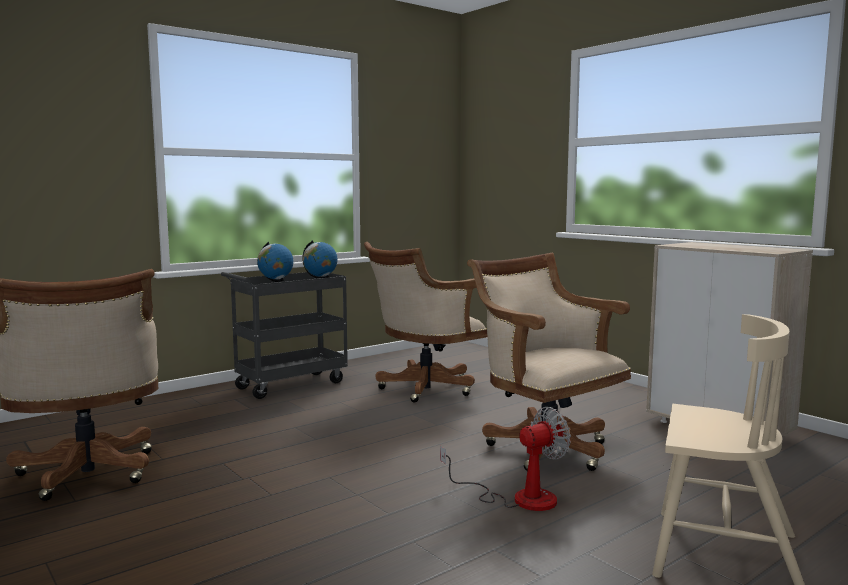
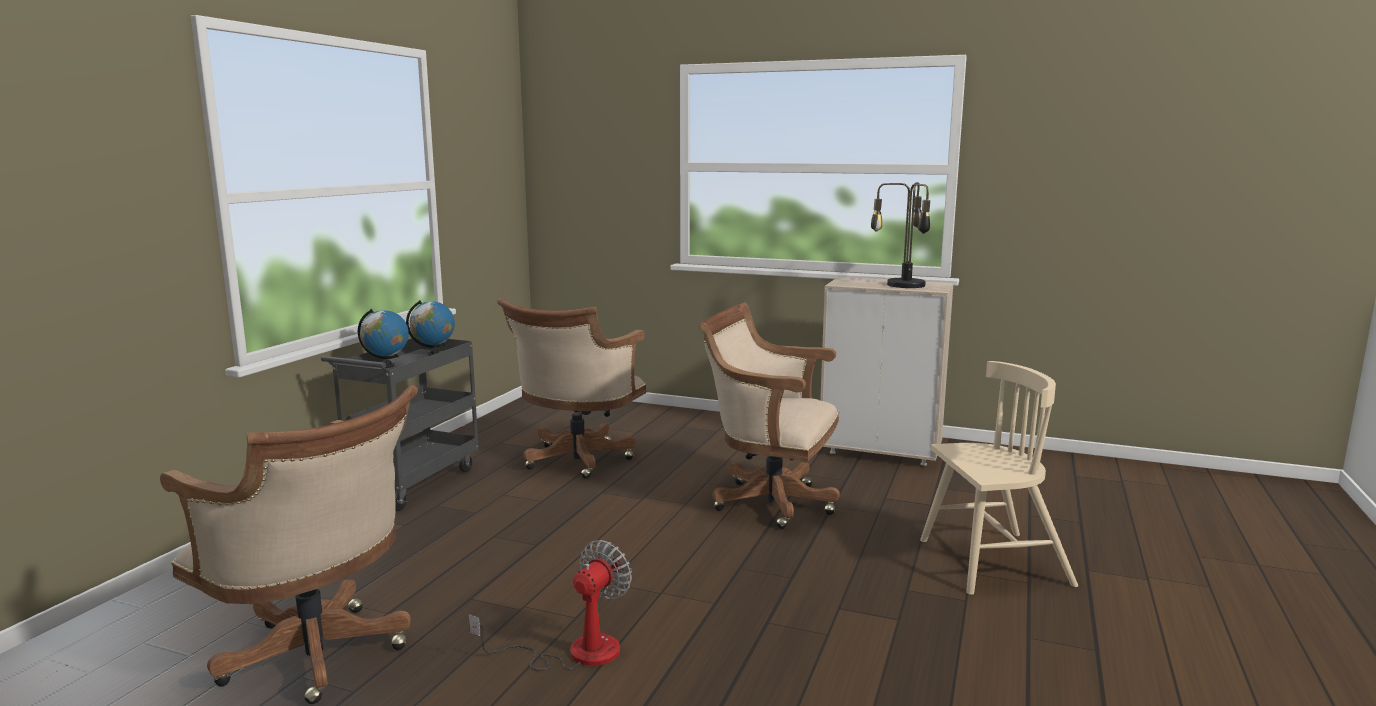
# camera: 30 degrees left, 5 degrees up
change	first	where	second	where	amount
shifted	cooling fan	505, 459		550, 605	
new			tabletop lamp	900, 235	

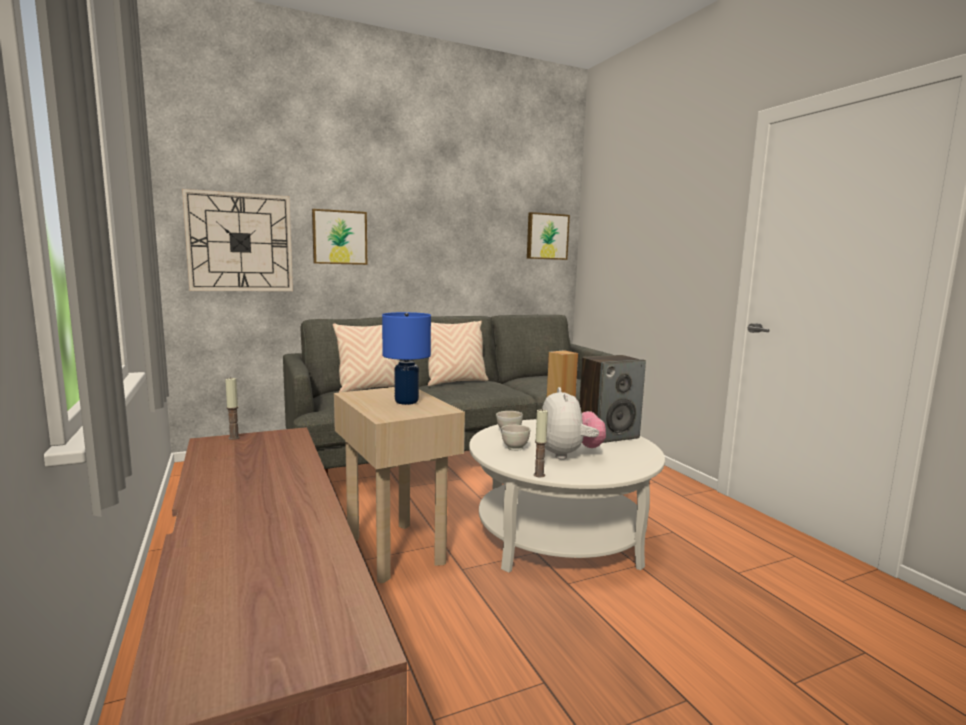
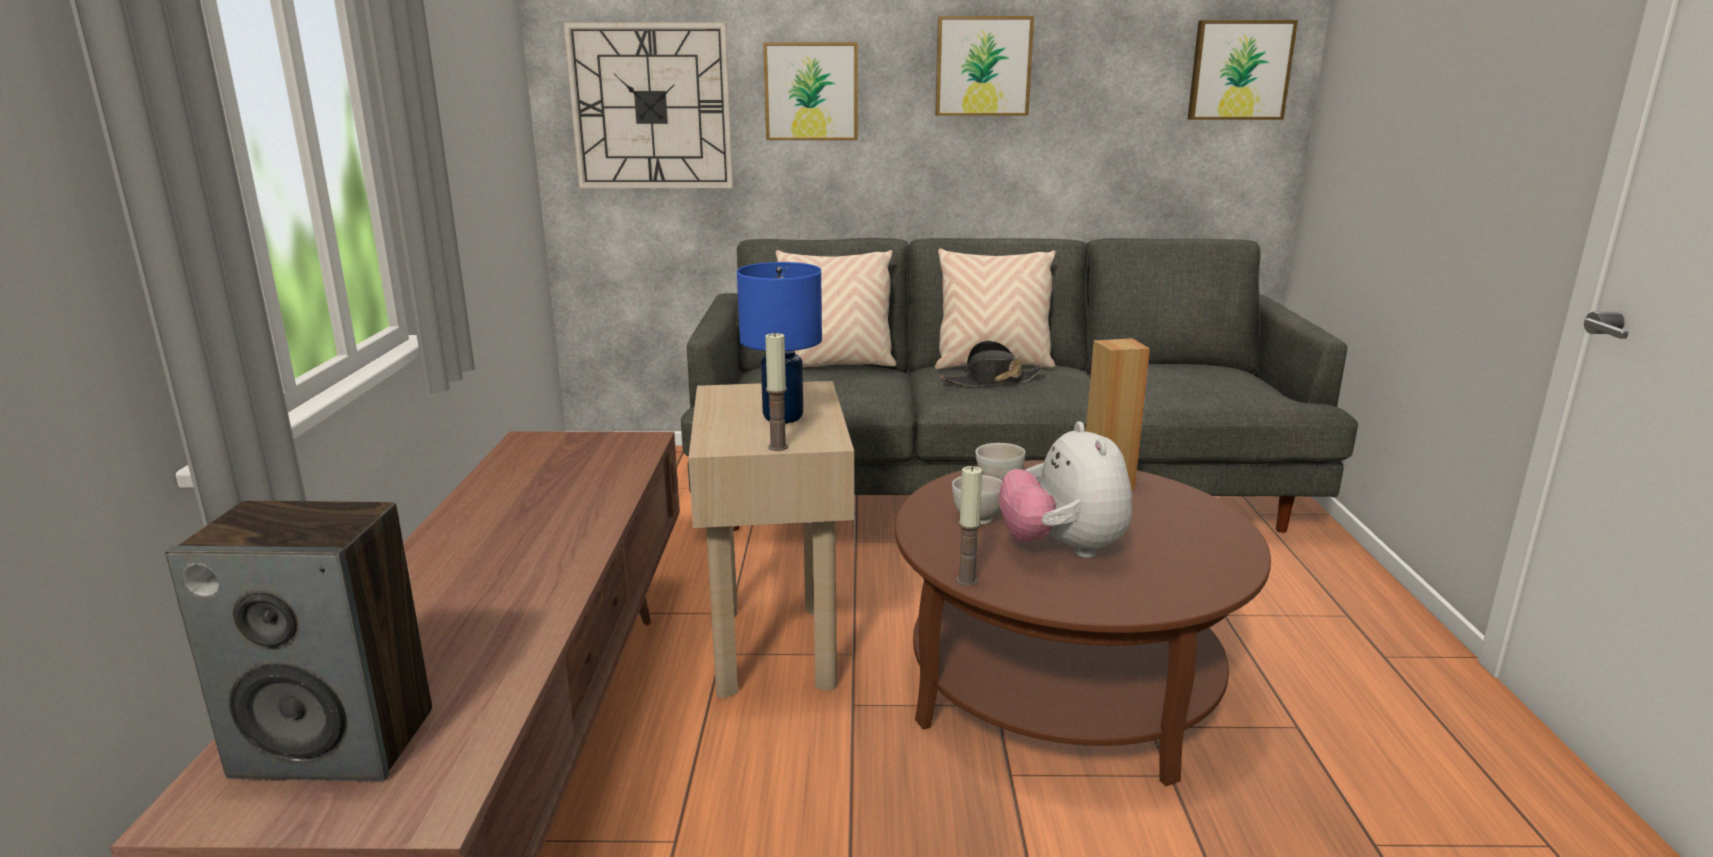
# camera: 25 degrees right, 10 degrees up
change	first	where	second	where	amount
shifted	audio speaker	612, 399		298, 641	
shifted	candle	232, 408		776, 391	
rotated	soft toy	574, 423		1065, 489	150 degrees clockwise
repainted	coffee table in white-coloured	567, 496	coffee table in brown	1083, 623	
new			wall art	984, 66	
new			clothing hat in black	993, 364	

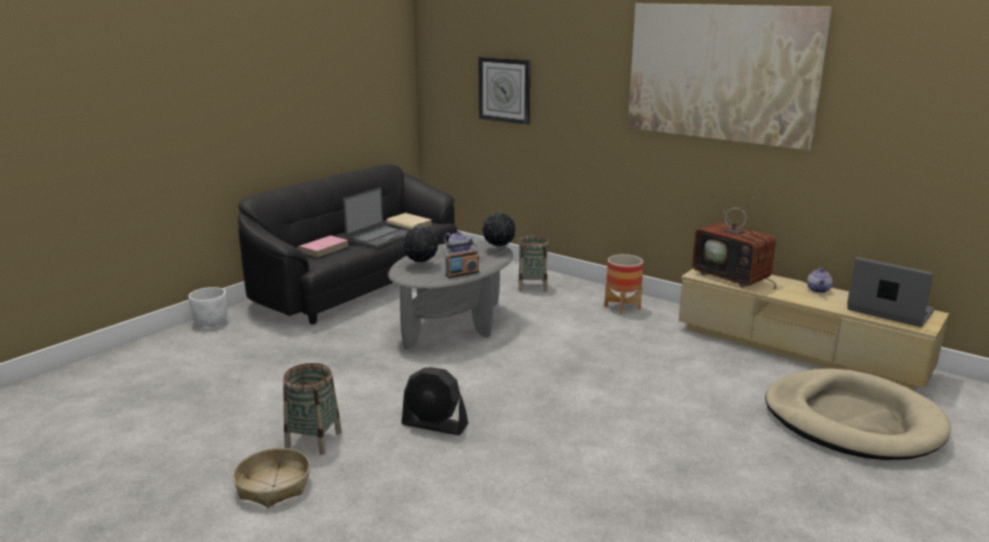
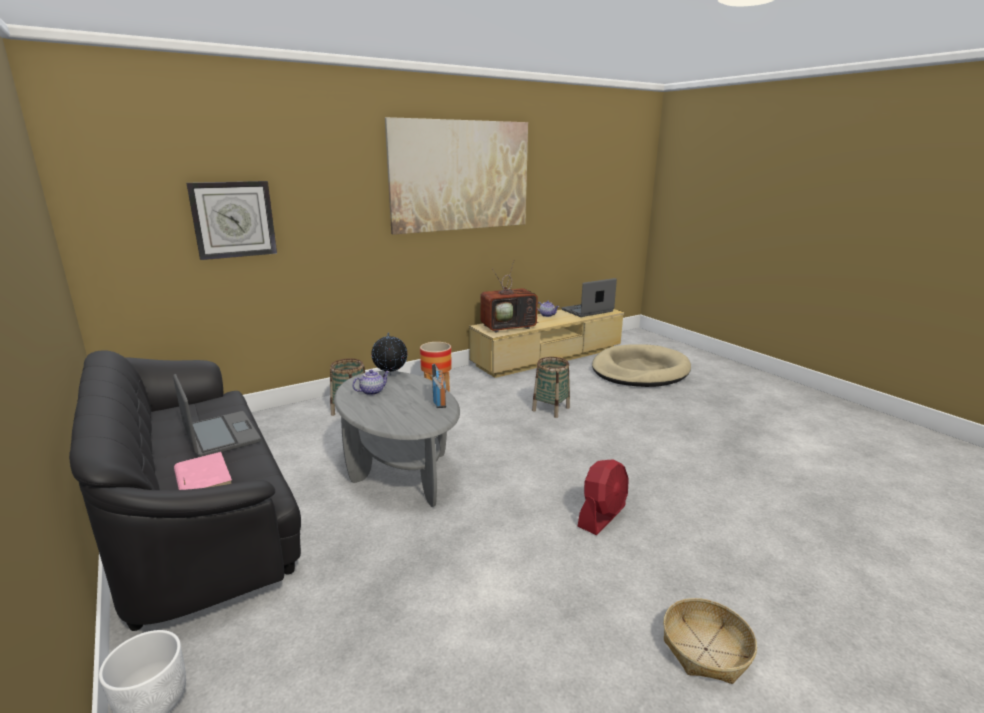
# camera: 70 degrees left, 0 degrees up
change	first	where	second	where	amount
gone	book in sand-coloured	409, 221			
gone	world globe	420, 244			
shifted	storage basket	312, 409		551, 387	
repainted	cooling fan in black	434, 401	cooling fan in red-coloured	603, 497	

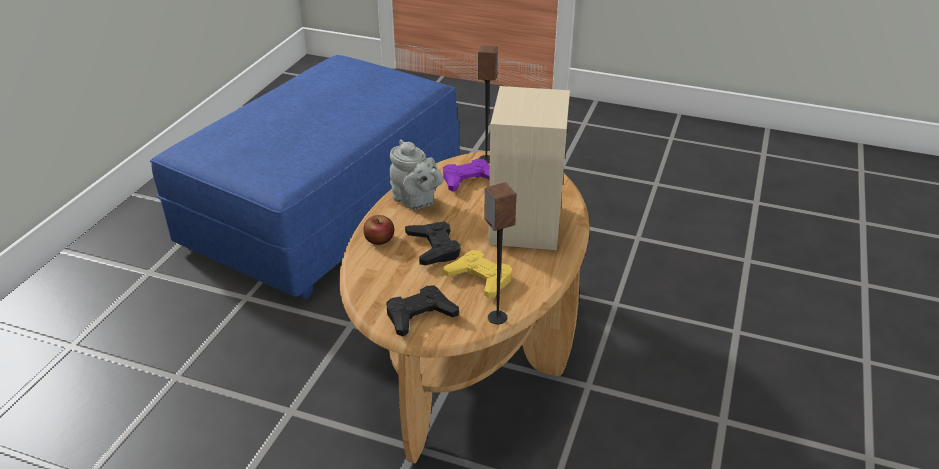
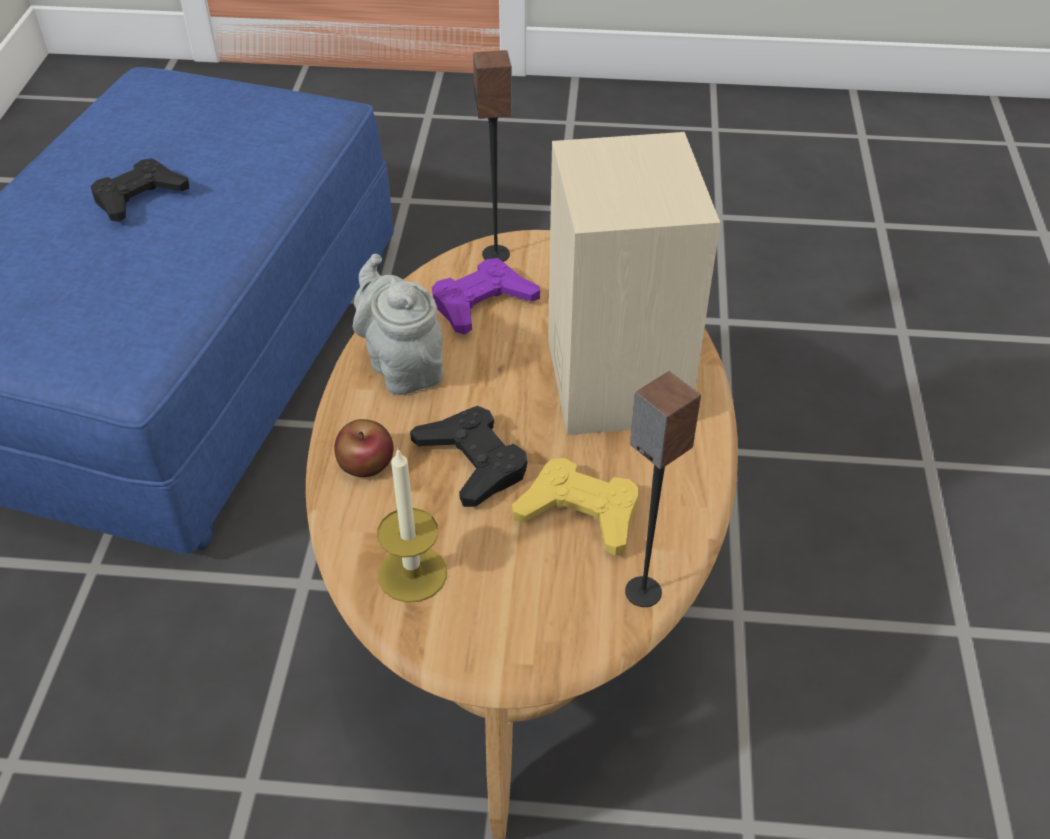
# camera: 15 degrees left, 10 degrees up
change	first	where	second	where	amount
rotated	teapot in greyish	416, 175		398, 324	150 degrees counterclockwise
shifted	joypad in black	422, 311		140, 190	
new			candle	412, 525	

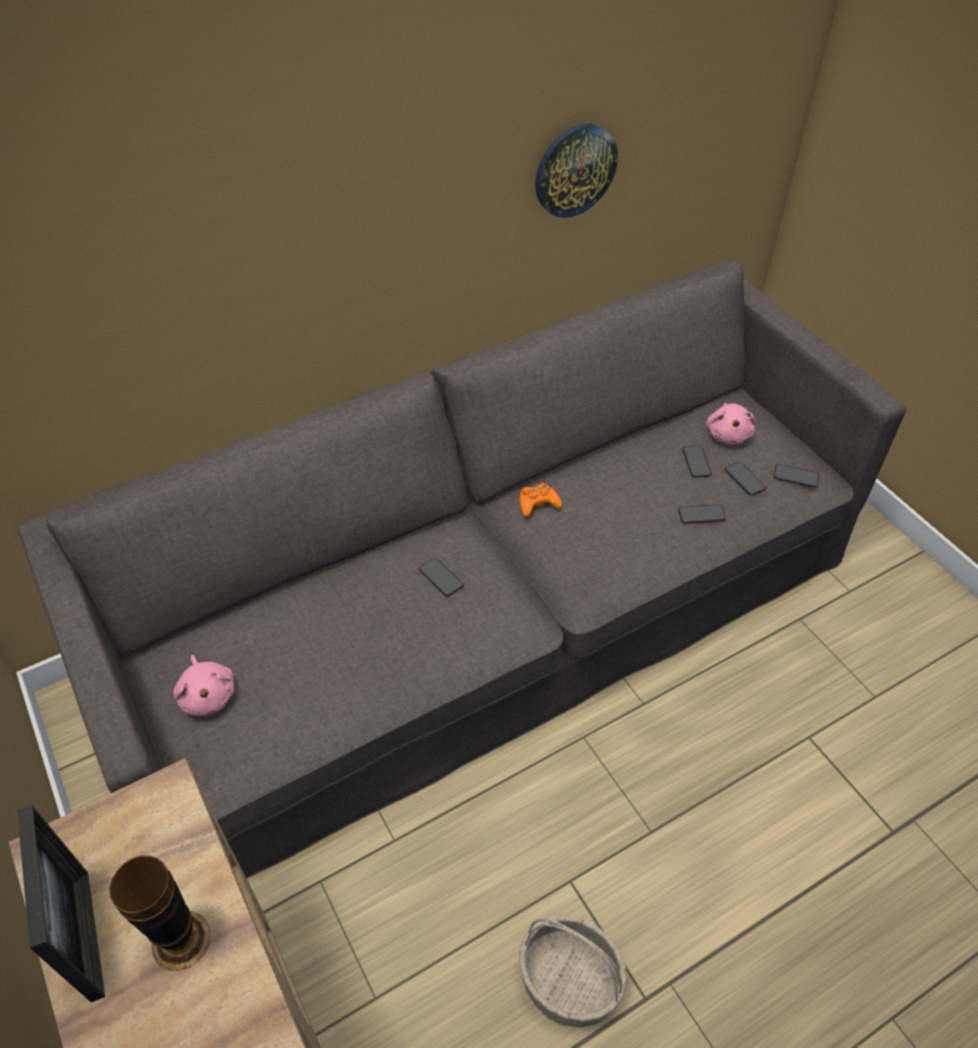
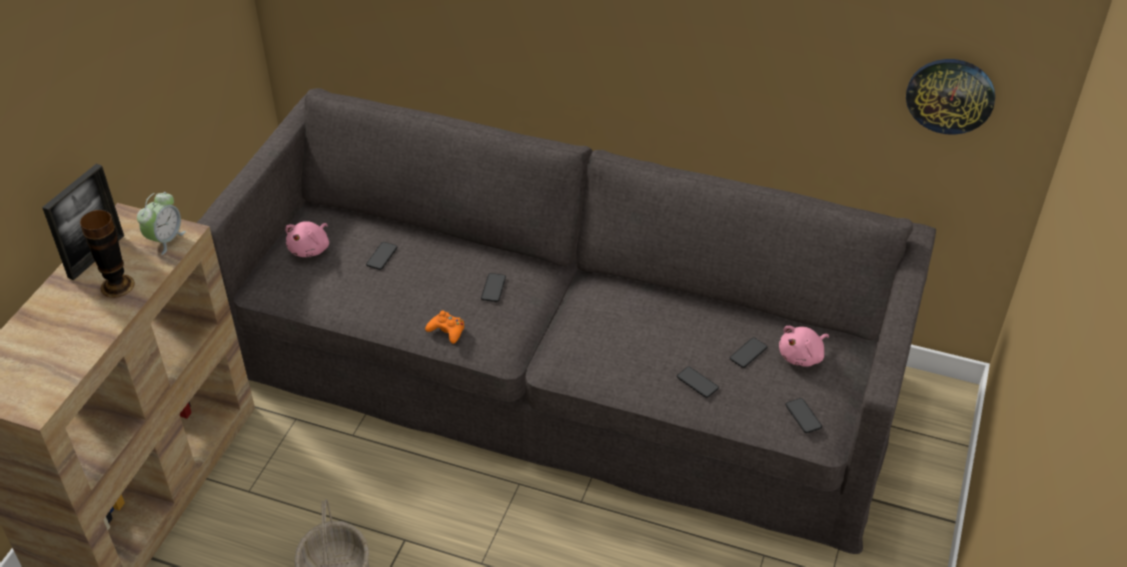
# camera: 50 degrees right, 5 degrees down
change	first	where	second	where	amount
shifted	wall clock	576, 170		950, 97	
shifted	phone	745, 479		382, 256	
shifted	joypad in orange	540, 500		444, 327	
new			alarm clock	161, 223	

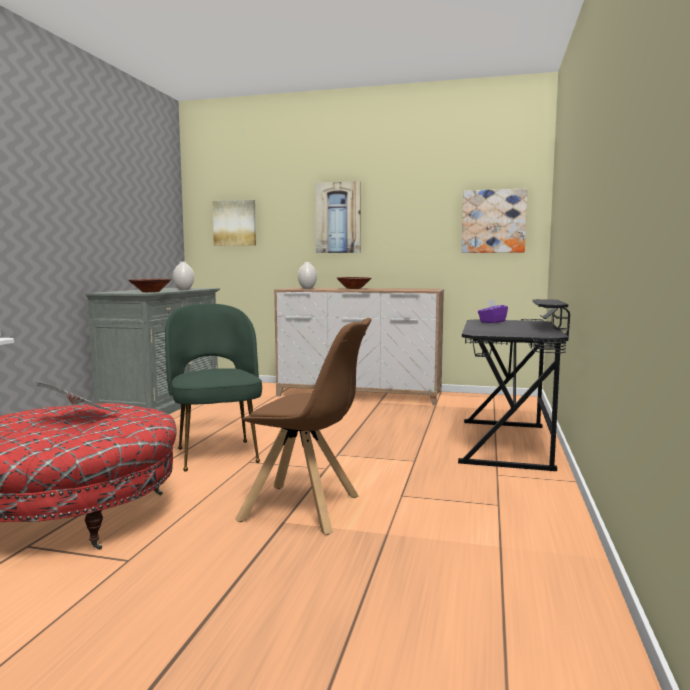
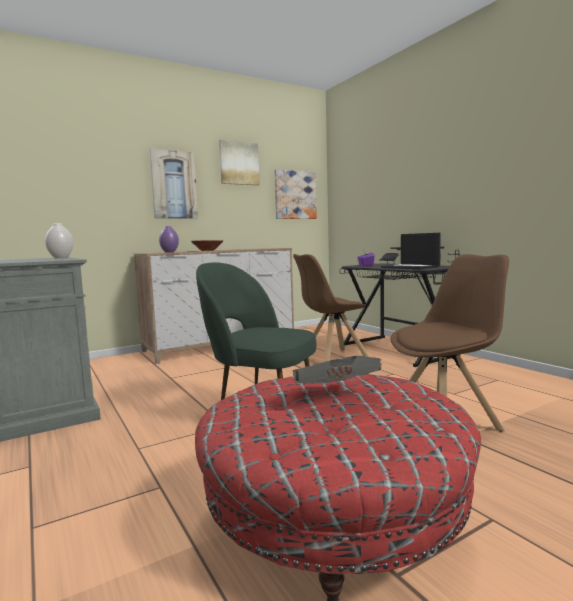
# camera: 45 degrees left, 0 degrees up
change	first	where	second	where	amount
shifted	wall art	234, 223		239, 162	
repainted	decorative vase in white-coloured	307, 275	decorative vase in purplish	169, 239	
gone	deep dish in brown	150, 285			
new			laptop	411, 251	
new			chair in brown	331, 308	

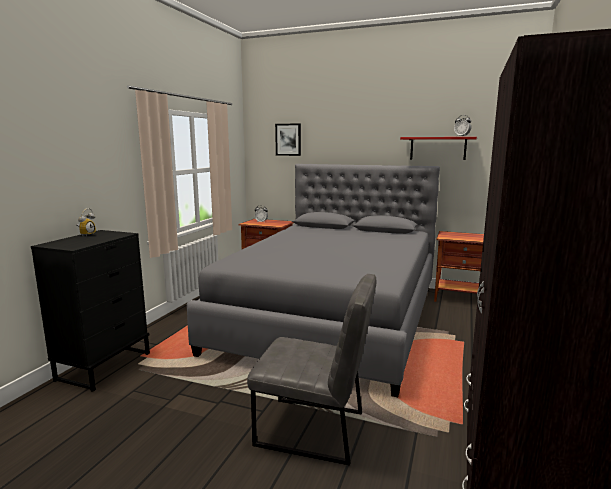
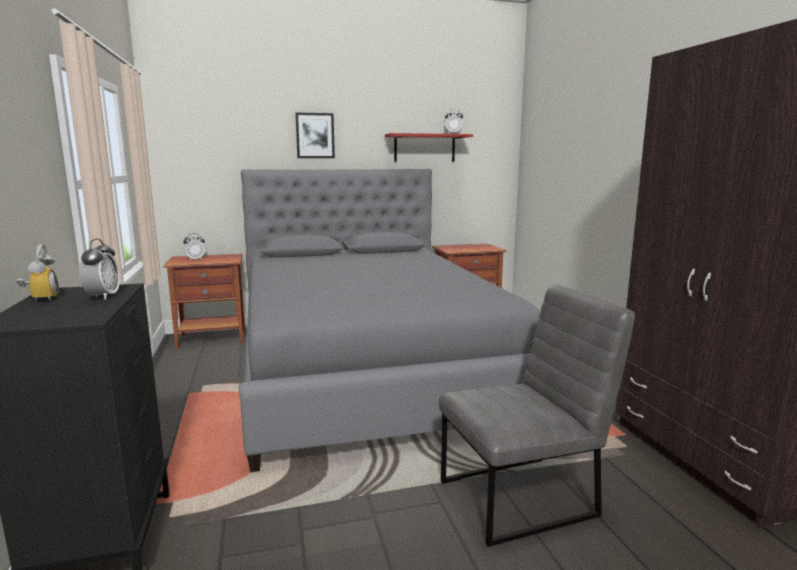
# camera: 35 degrees left, 0 degrees up
change	first	where	second	where	amount
shifted	wall art	288, 139		315, 135	
new			alarm clock	99, 269	

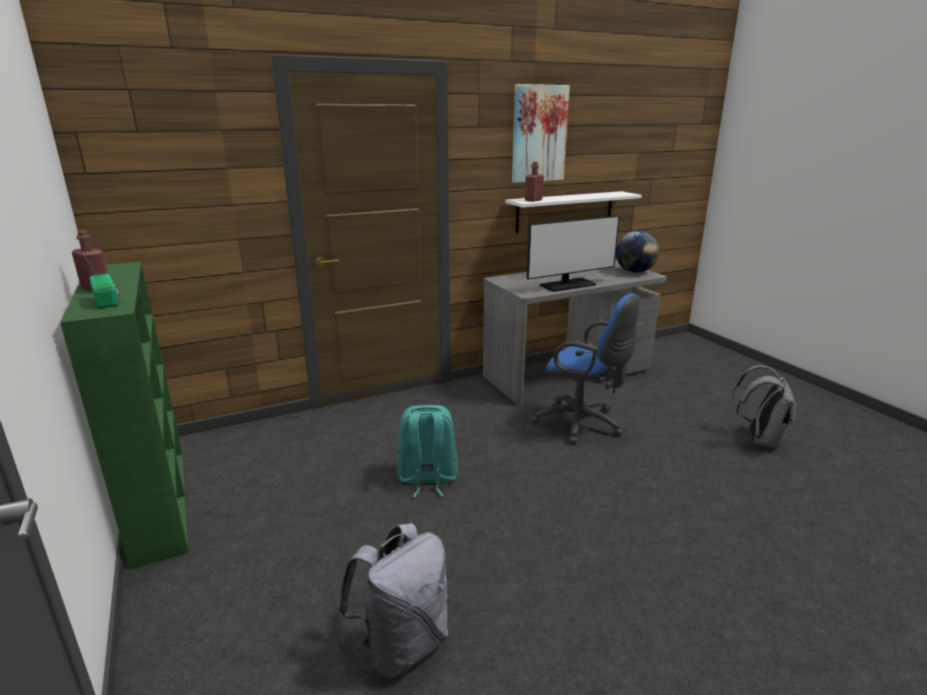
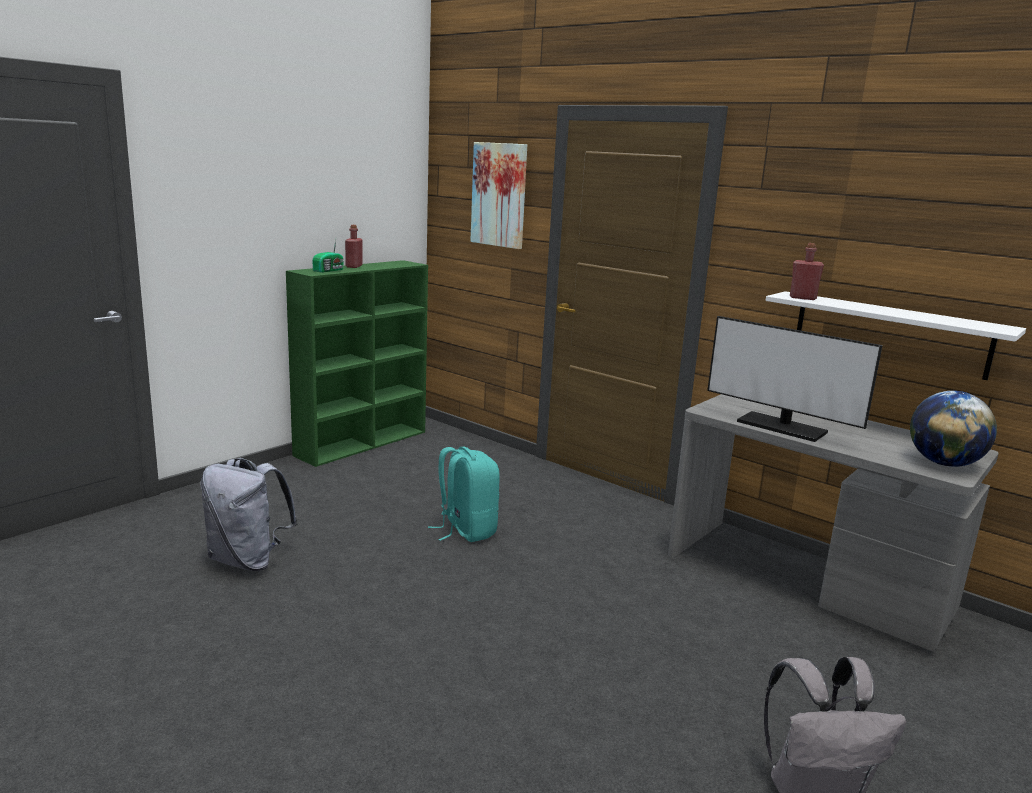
# camera: 65 degrees right, 5 degrees down
change	first	where	second	where	amount
shifted	wall art	541, 133		498, 195	
gone	computer chair in blue	585, 369			

